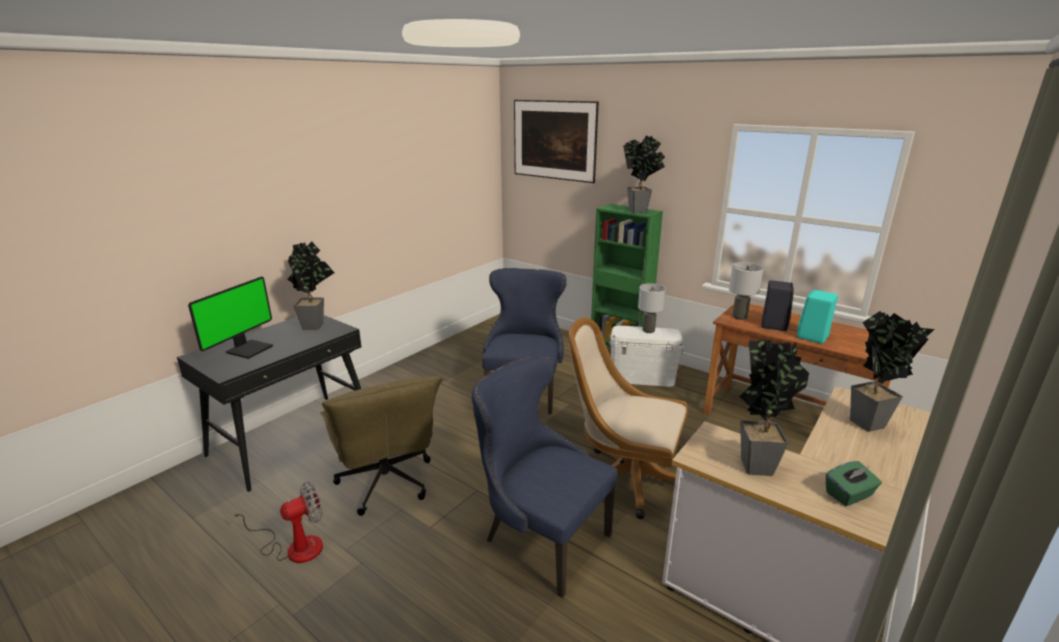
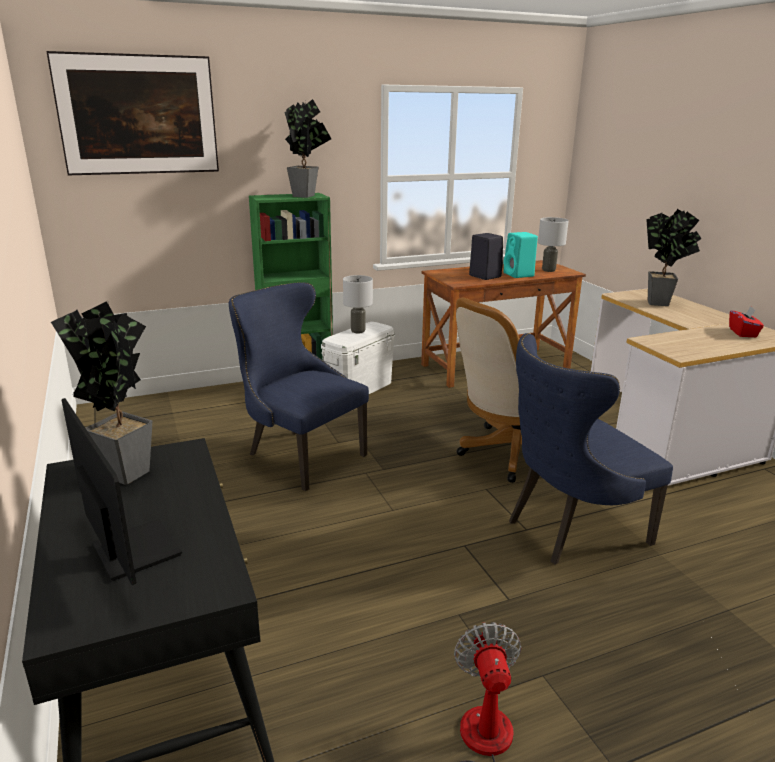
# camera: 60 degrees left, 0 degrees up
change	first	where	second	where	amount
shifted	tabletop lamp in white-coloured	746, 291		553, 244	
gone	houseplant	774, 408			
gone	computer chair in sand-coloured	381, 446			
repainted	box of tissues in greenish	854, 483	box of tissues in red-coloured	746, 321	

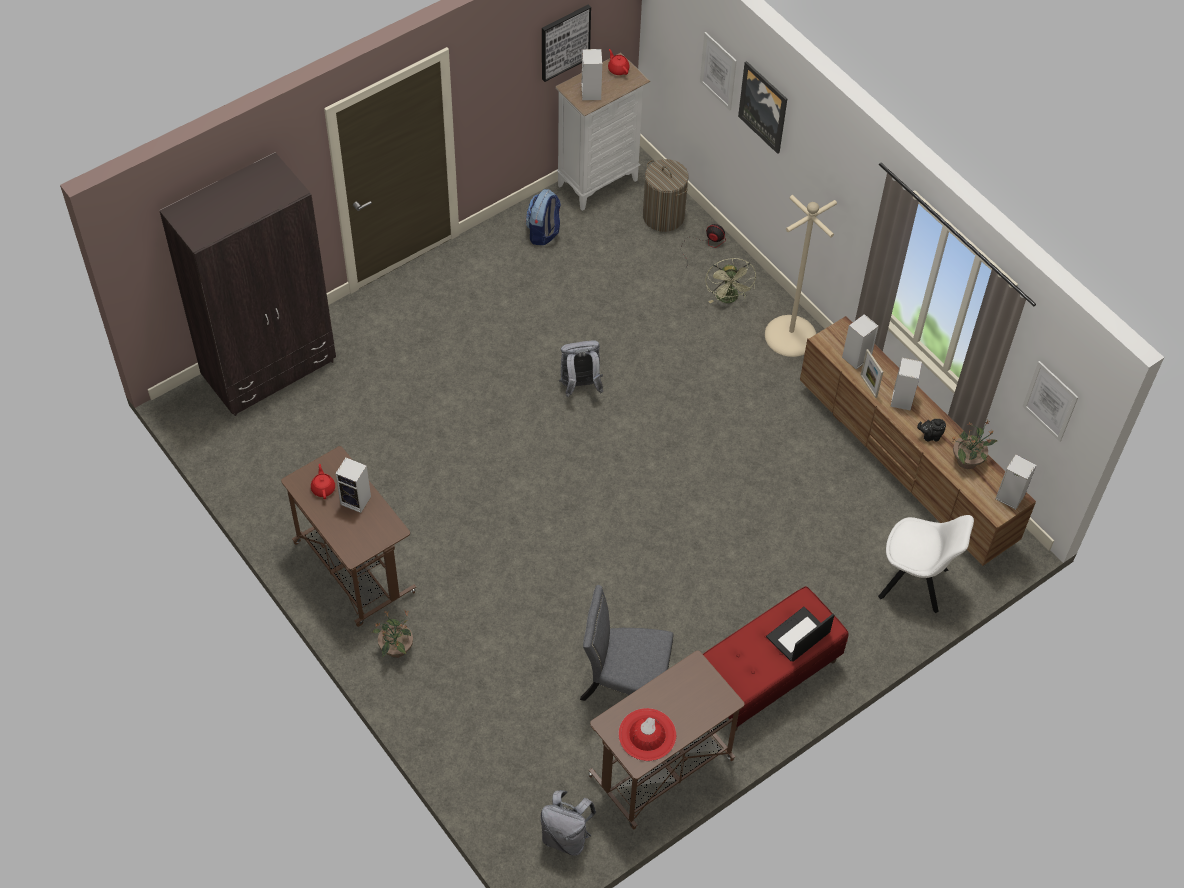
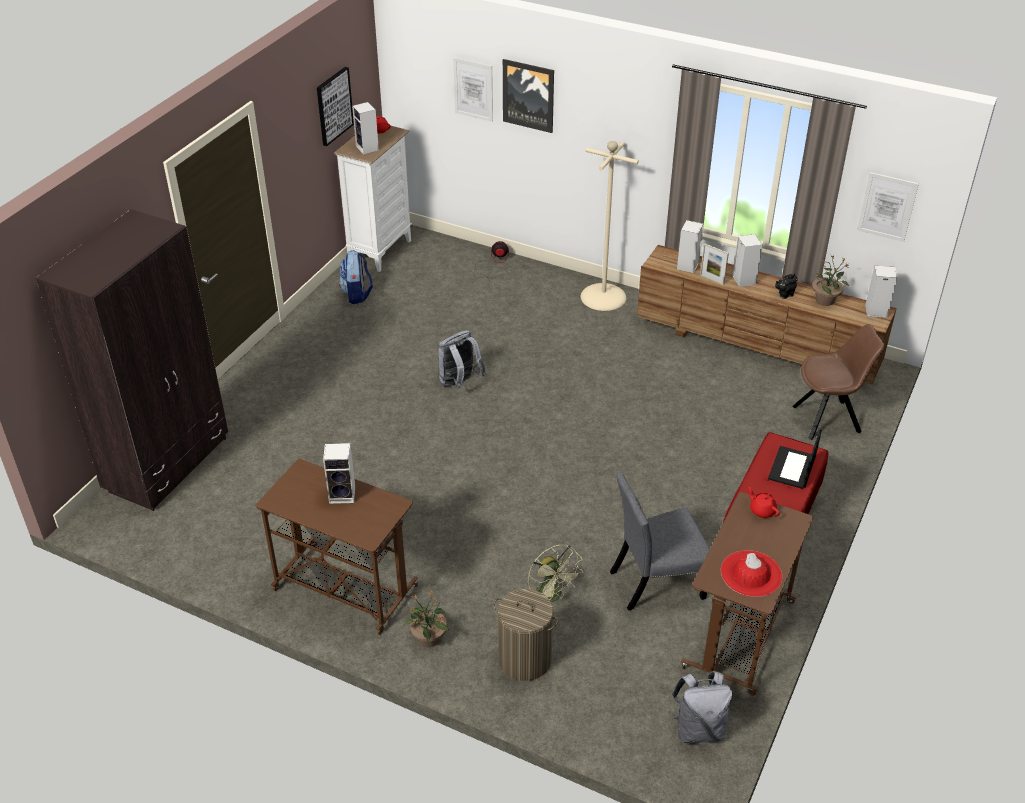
# camera: 25 degrees left, 15 degrees down
change	first	where	second	where	amount
shifted	washing basket	666, 195		526, 635	
shifted	cooling fan in greenish	730, 280		555, 573	
shifted	teapot in red-coloured	323, 481		764, 502	
repainted	chair in white-coloured	926, 564	chair in brown	838, 382	

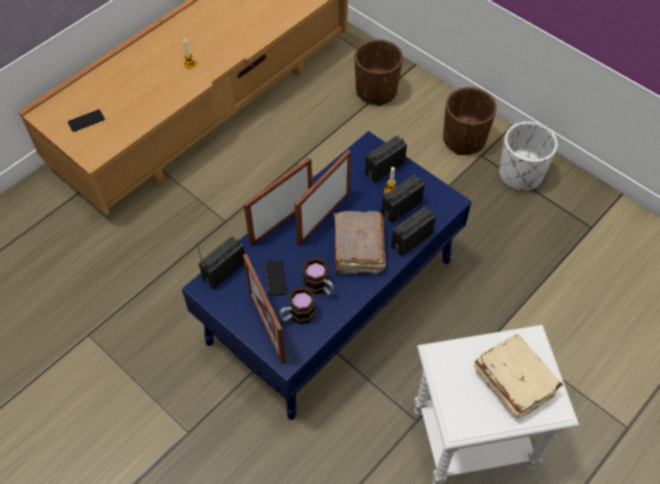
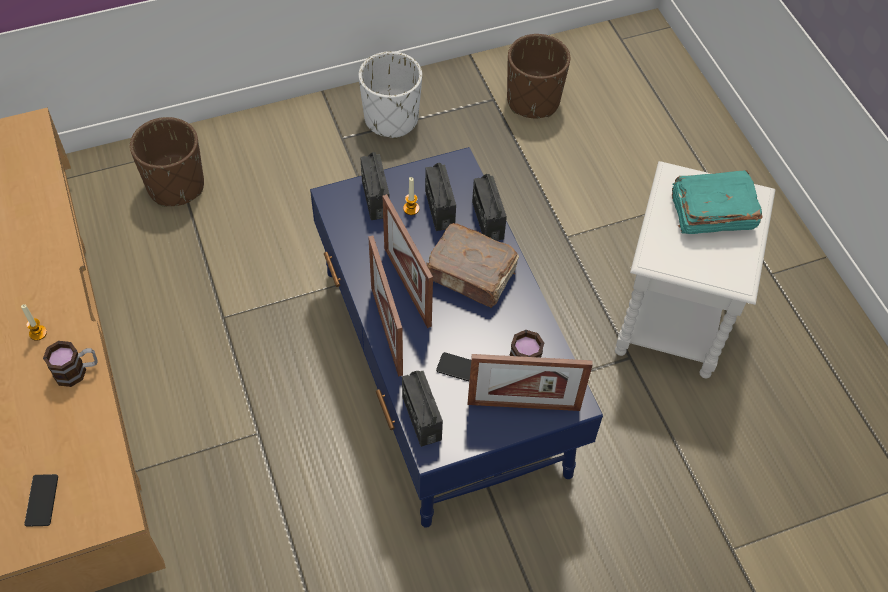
# camera: 65 degrees left, 0 degrees up
change	first	where	second	where	amount
shifted	planter in brown	470, 121		538, 76	
shifted	coffee mug	318, 276		70, 364	
repainted	book in sand-coloured	518, 376	book in blue-green	717, 202	

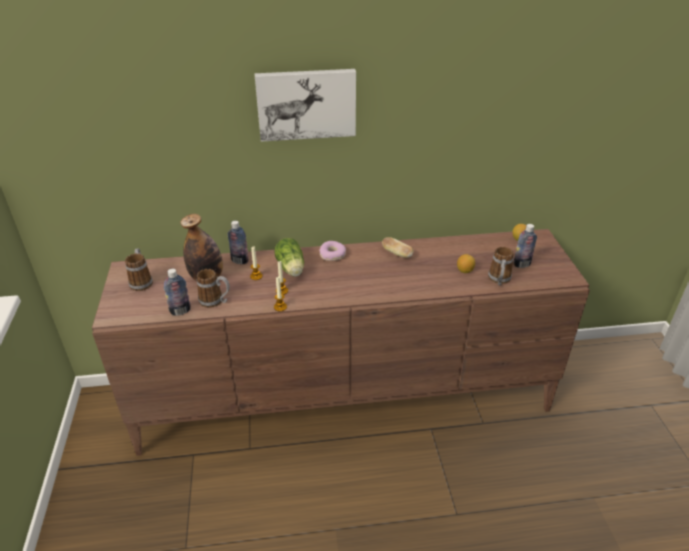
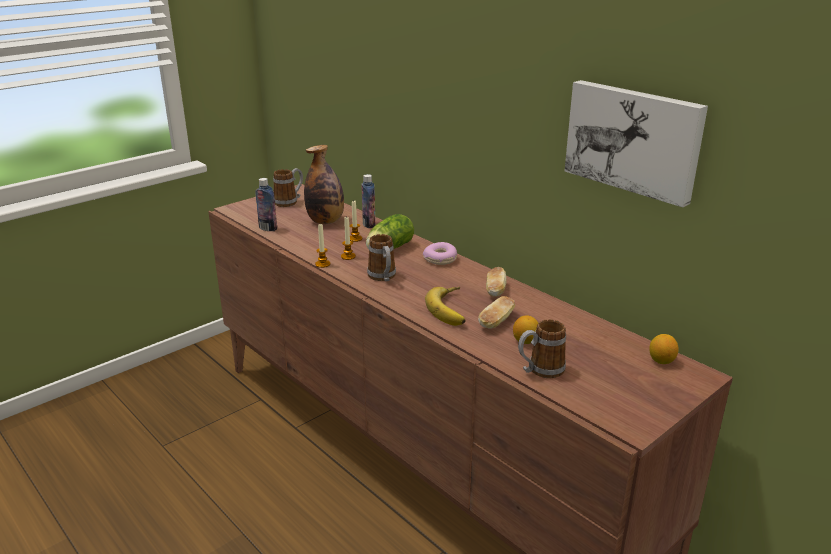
# camera: 55 degrees right, 10 degrees down
change	first	where	second	where	amount
shifted	wall art	305, 105		636, 143	
gone	bottle	525, 246			
shifted	coffee mug	213, 288		381, 257	
new			whole banana	445, 306	
new			bakery bread	496, 312	

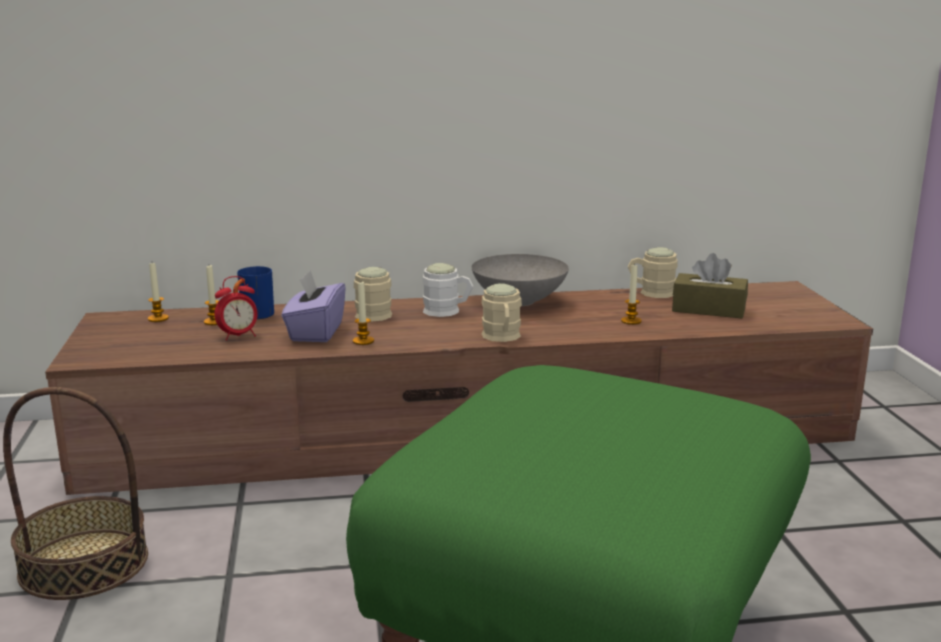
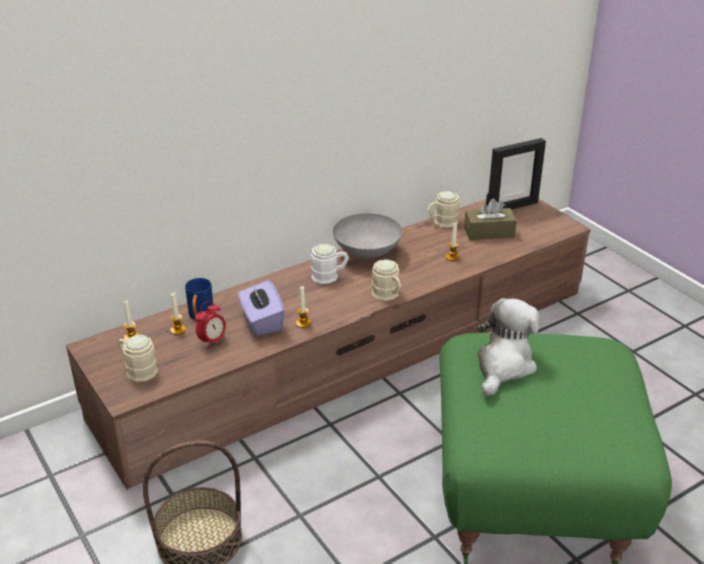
# camera: 25 degrees left, 15 degrees up
change	first	where	second	where	amount
shifted	coffee mug in sand-coloured	373, 294		137, 358	
new			photo frame	516, 174	
new			soft toy	508, 347	

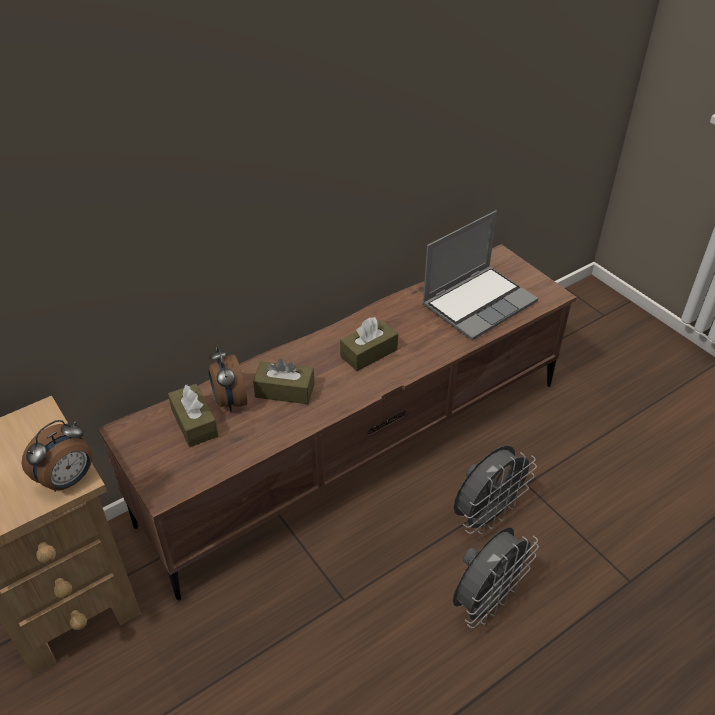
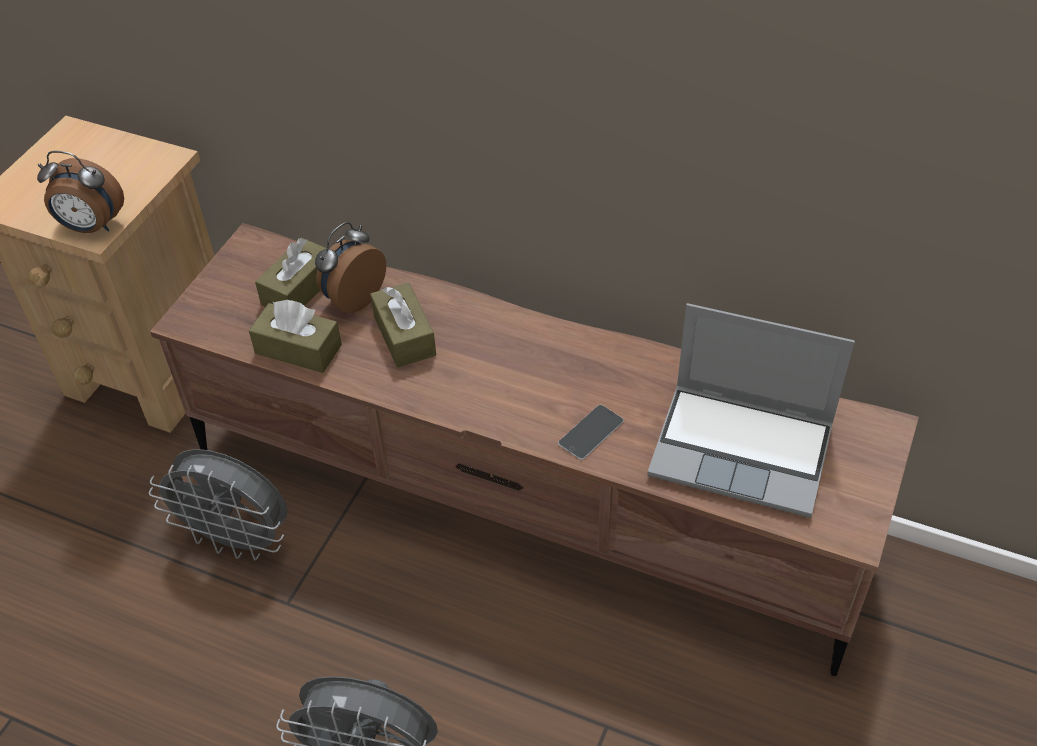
# camera: 60 degrees right, 5 degrees up
change	first	where	second	where	amount
shifted	box of tissues in brown	369, 344		295, 336	
shifted	cooling fan in greyish	495, 489		218, 504	
new			phone	591, 432	

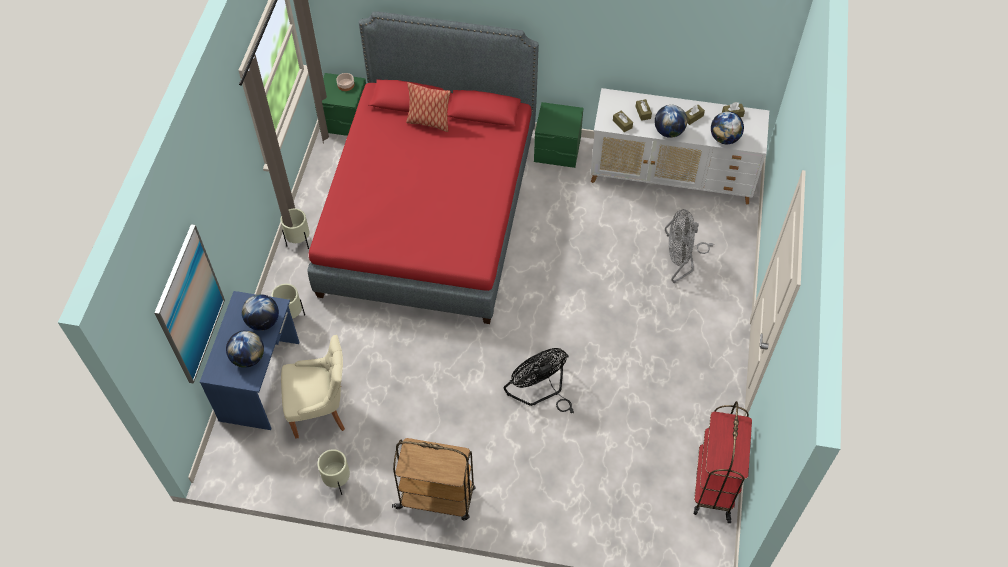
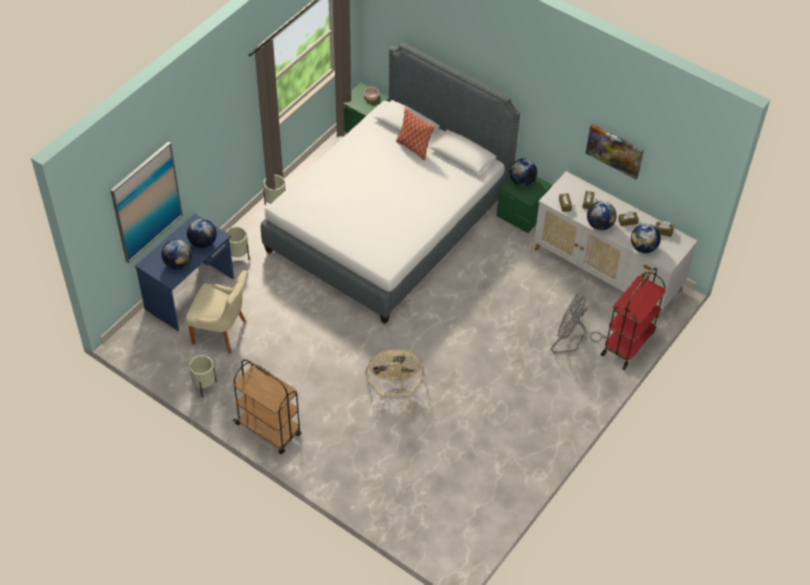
# camera: 25 degrees right, 5 degrees down
change	first	where	second	where	amount
repainted	bed in red-coloured	423, 167	bed in white-coloured	390, 183	
repainted	cooling fan in black	539, 380	cooling fan in sand-coloured	394, 382	
shifted	wheeled cart in red-coloured	722, 462		633, 319	
new			wall art	615, 152	
new			world globe	523, 172	

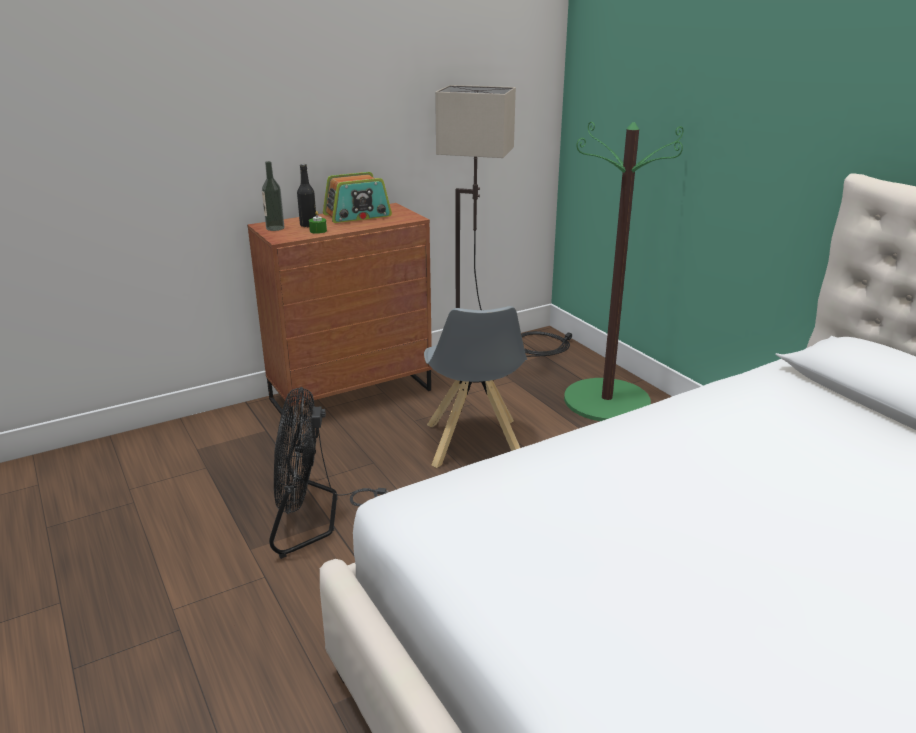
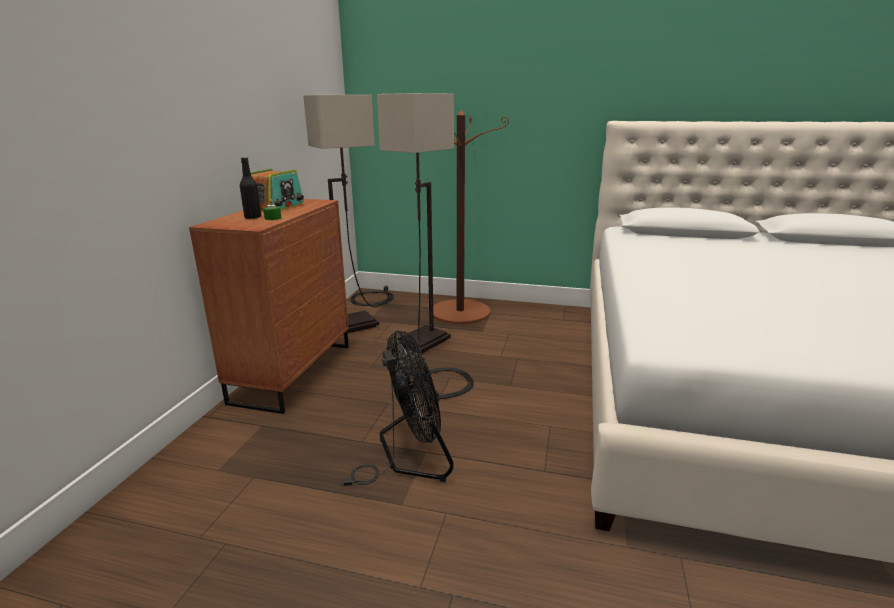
# camera: 45 degrees left, 5 degrees down
change	first	where	second	where	amount
repainted	garment stand in greenish	623, 271	garment stand in brown	471, 217	
gone	bottle	273, 196			
swapped	chair in greyish	475, 387	standard lamp	425, 246	
rotated	cooling fan in black	328, 473		397, 408	150 degrees counterclockwise

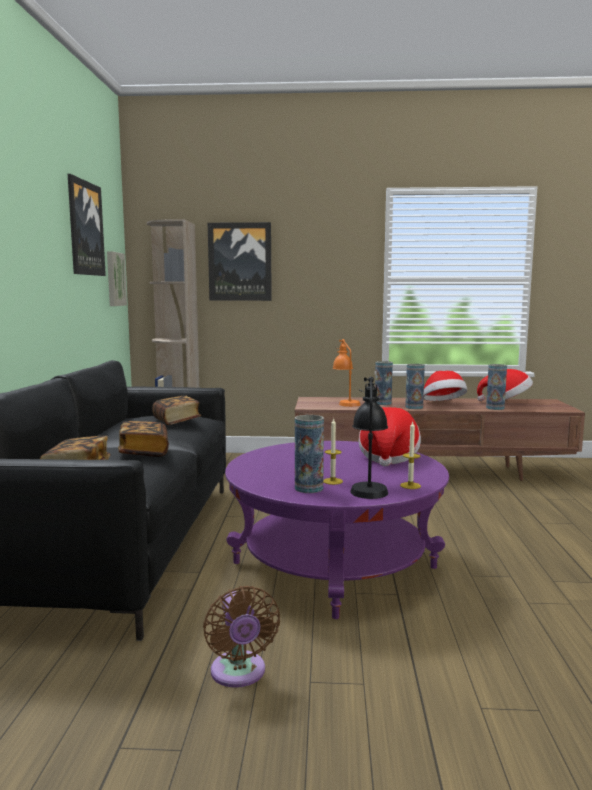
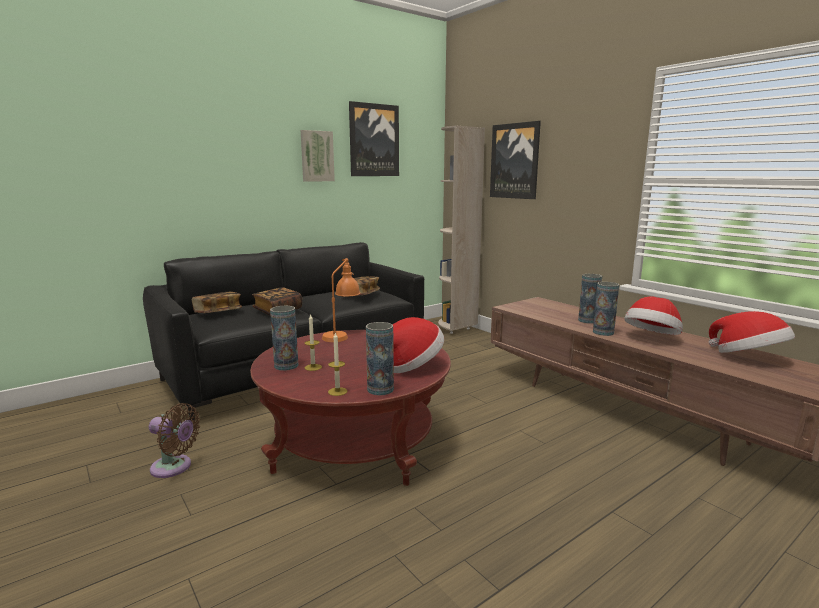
# camera: 50 degrees right, 5 degrees up
change	first	where	second	where	amount
shifted	wall art	117, 278		318, 156	
shifted	tabletop lamp in orange	347, 373		341, 300	
shifted	decorative vase	496, 387		380, 358	
gone	tabletop lamp in black	369, 438			
repainted	coffee table in purplish	337, 530	coffee table in red-coloured	350, 408	
rotated	cooling fan in brown	241, 637		174, 440	105 degrees counterclockwise

